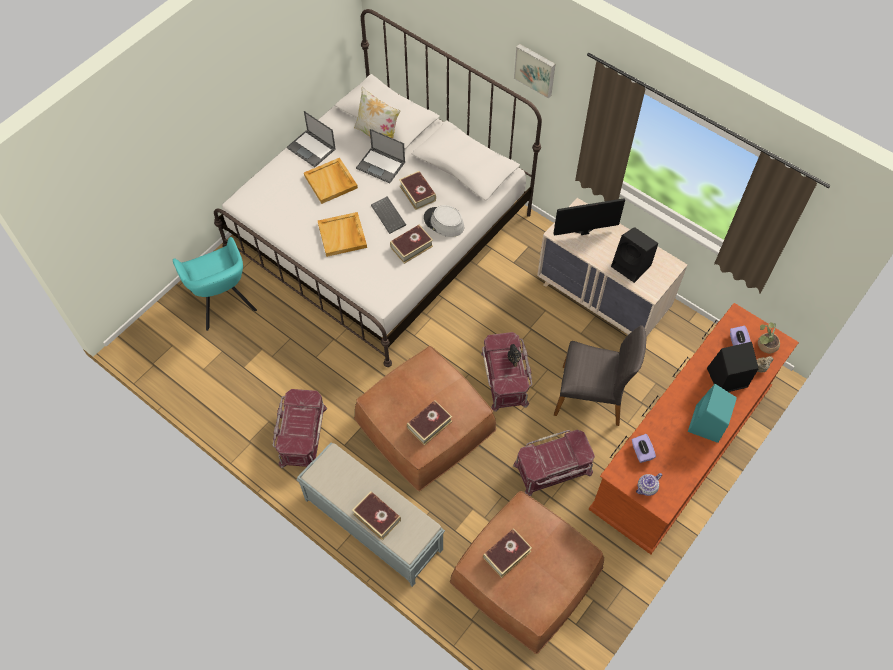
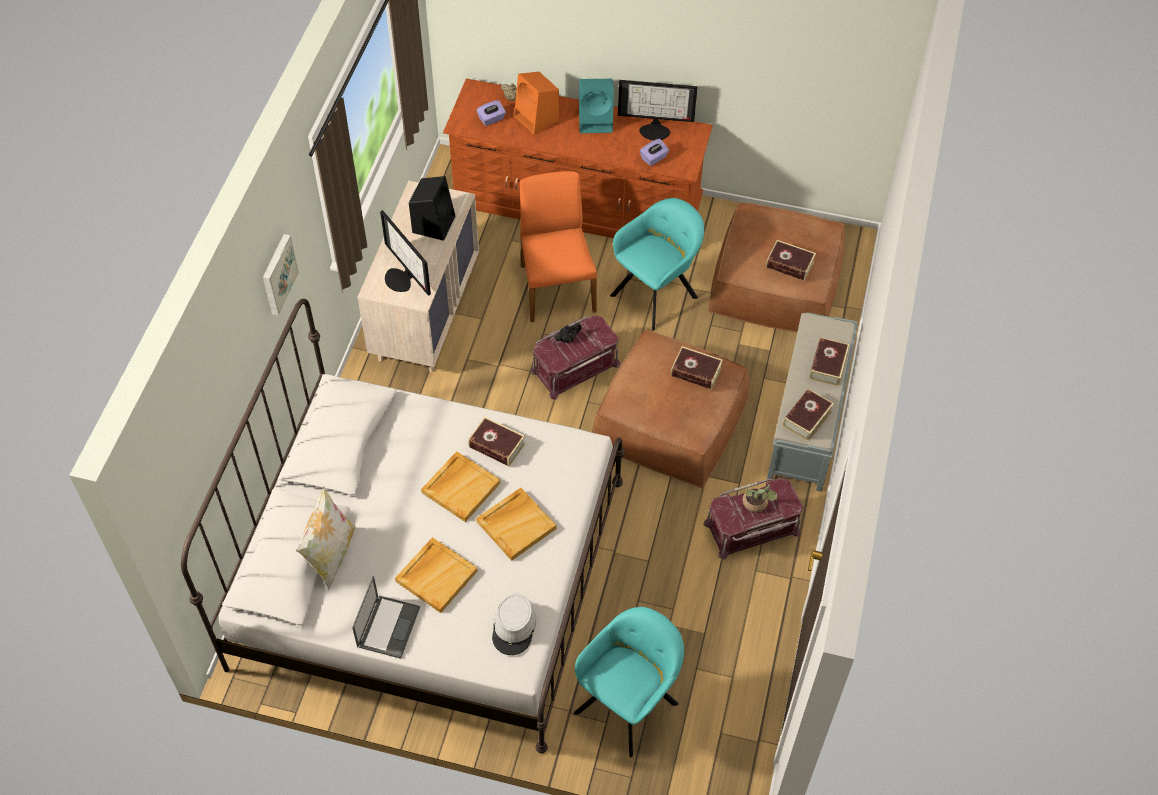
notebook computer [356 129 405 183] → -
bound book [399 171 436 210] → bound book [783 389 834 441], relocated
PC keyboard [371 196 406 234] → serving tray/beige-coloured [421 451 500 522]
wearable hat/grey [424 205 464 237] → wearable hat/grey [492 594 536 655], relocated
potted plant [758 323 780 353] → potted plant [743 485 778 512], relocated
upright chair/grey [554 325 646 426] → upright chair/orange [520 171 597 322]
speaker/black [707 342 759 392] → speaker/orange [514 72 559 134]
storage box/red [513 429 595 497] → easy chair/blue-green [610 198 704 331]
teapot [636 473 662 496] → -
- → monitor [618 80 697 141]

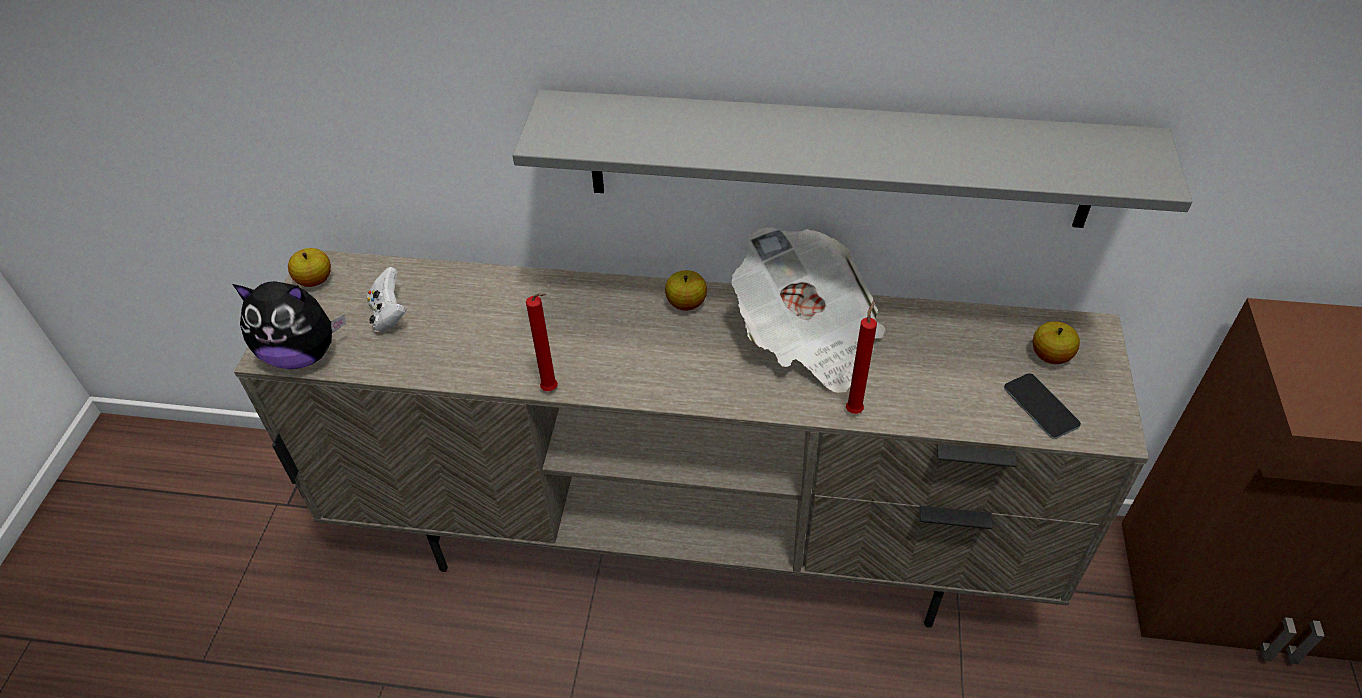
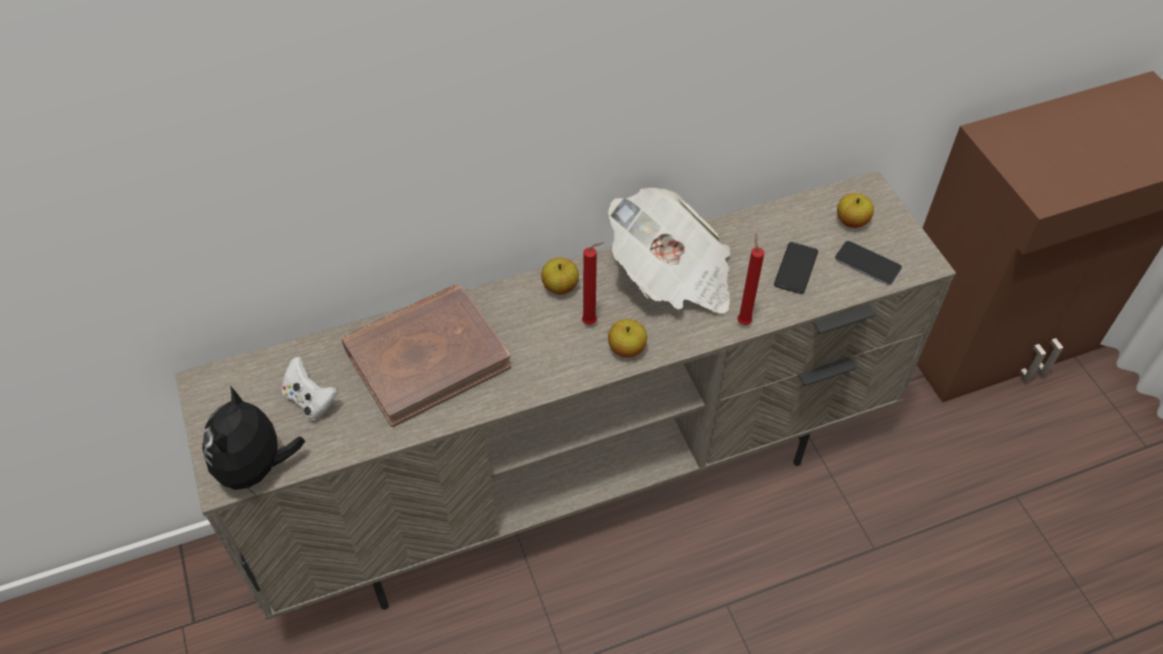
shelf/grey [513 90 1192 228] → -
apple fruit [288 248 331 287] → apple fruit [608 319 647 358], relocated
plush toy [232 281 346 369] → plush toy [202 386 305 490], 120 degrees clockwise
wax candle/red [526 293 558 391] → wax candle/red [582 242 604 325], relocated
- → handset [774 242 818 294]
- → bound book/brown-coloured [342 285 511 427]

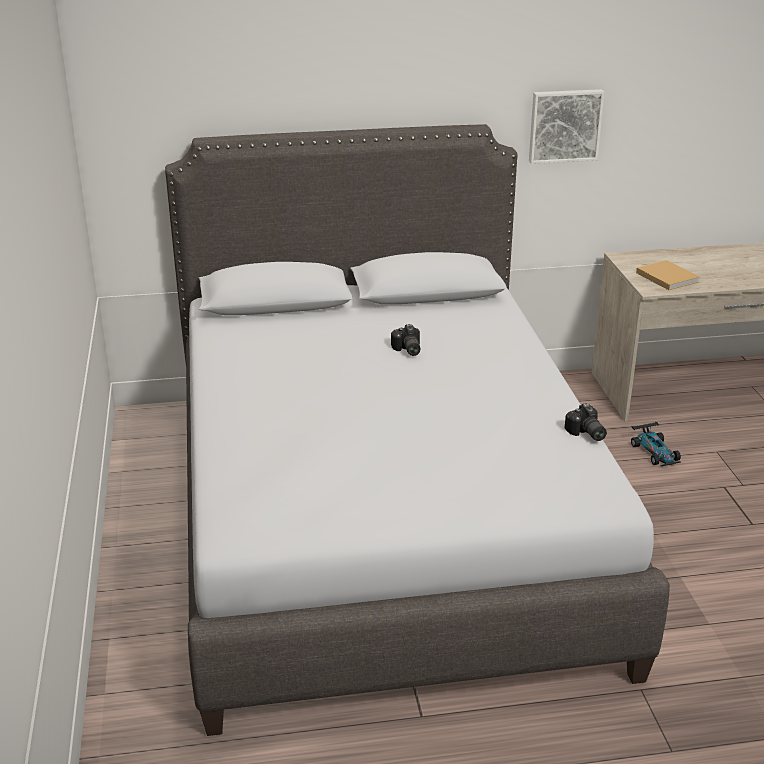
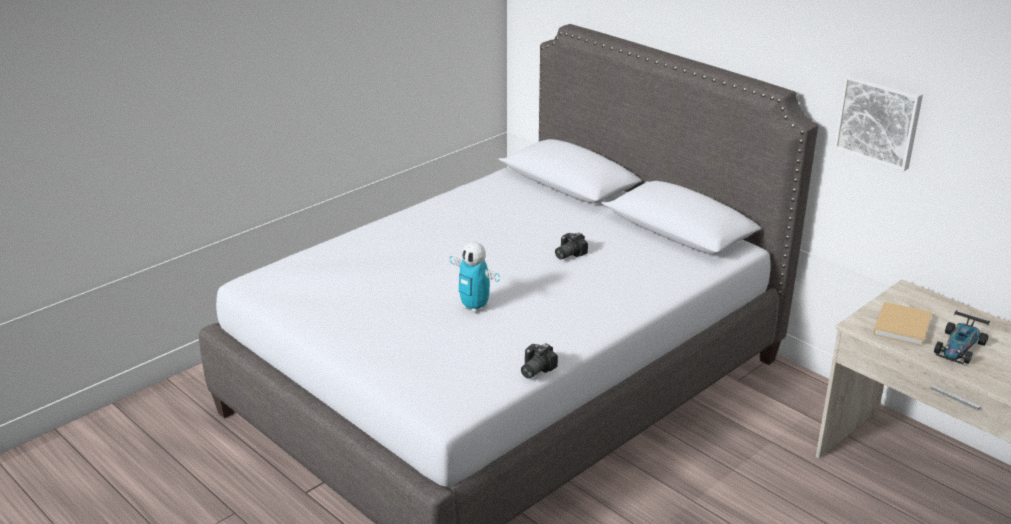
model car [631 422 681 466] → model car [934 310 990 364], relocated
- → toy robot [450 242 500 313]

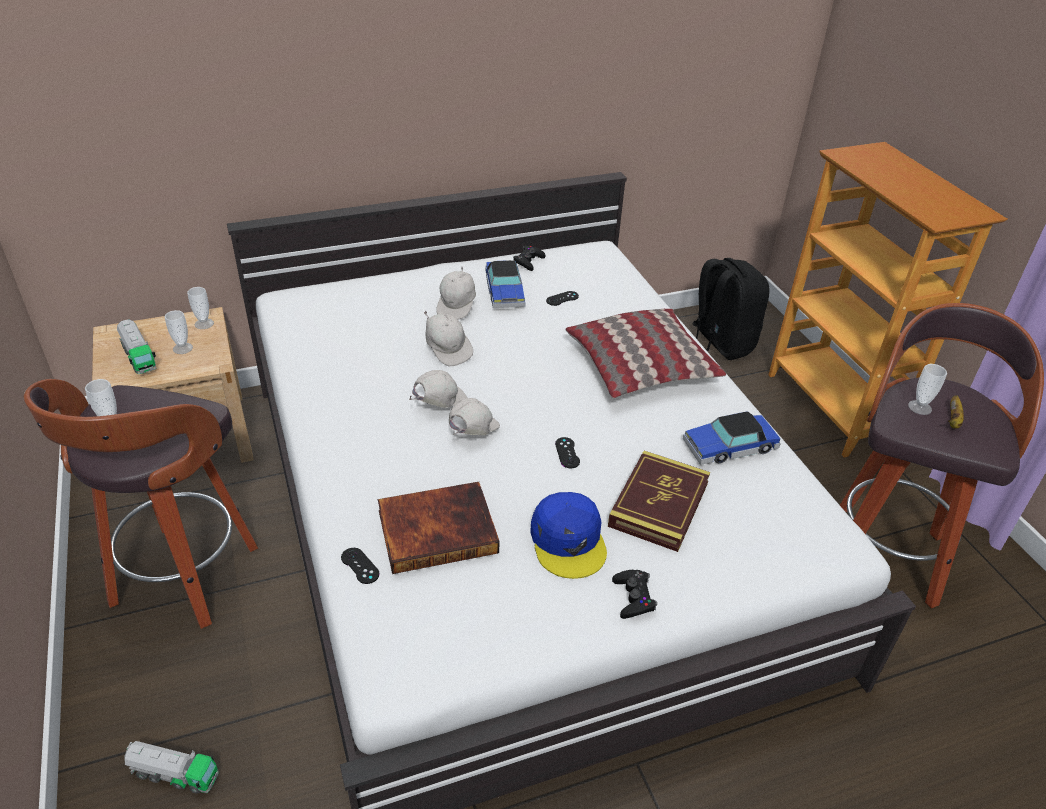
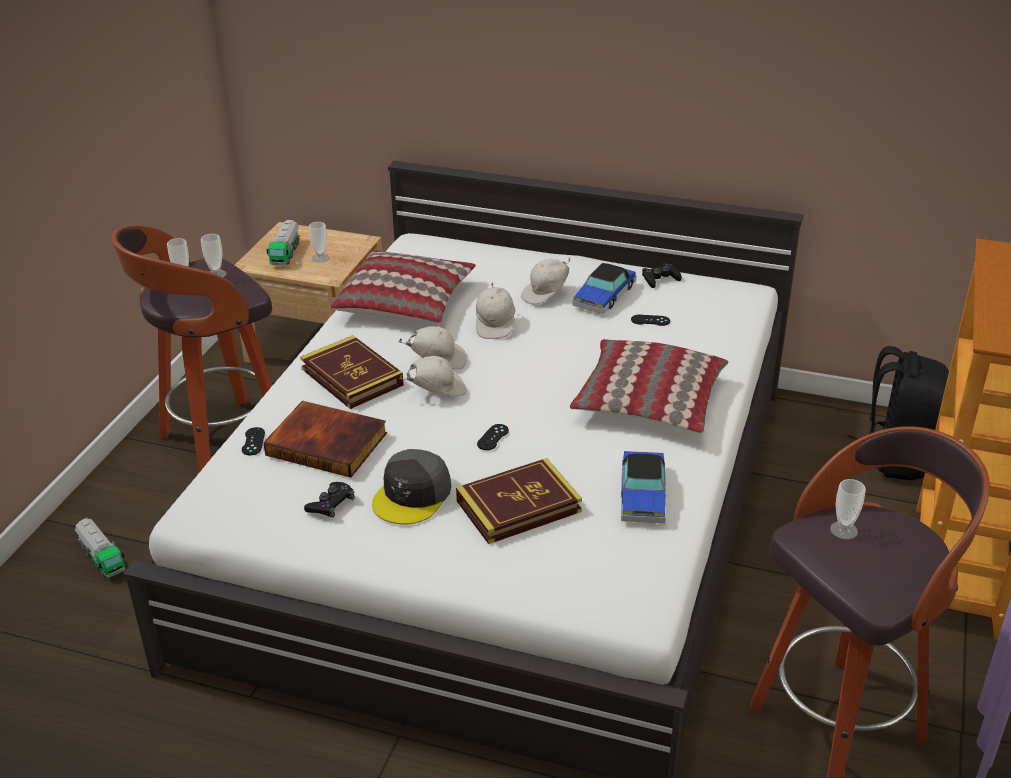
small cup [187 287 214 329] → small cup [201 234 226 277], relocated
whole banana [948 395 964 428] → -
model car [683 411 781 465] → model car [621 451 666 523], 105 degrees counterclockwise
baseball cap/bluish [530 492 607 579] → baseball cap/grey [372 449 451 524]
gamepad/black [612 570 657 619] → gamepad/black [304 482 355 518], relocated
- → cushion [330 250 476 323]
- → bound book [300 335 404 409]

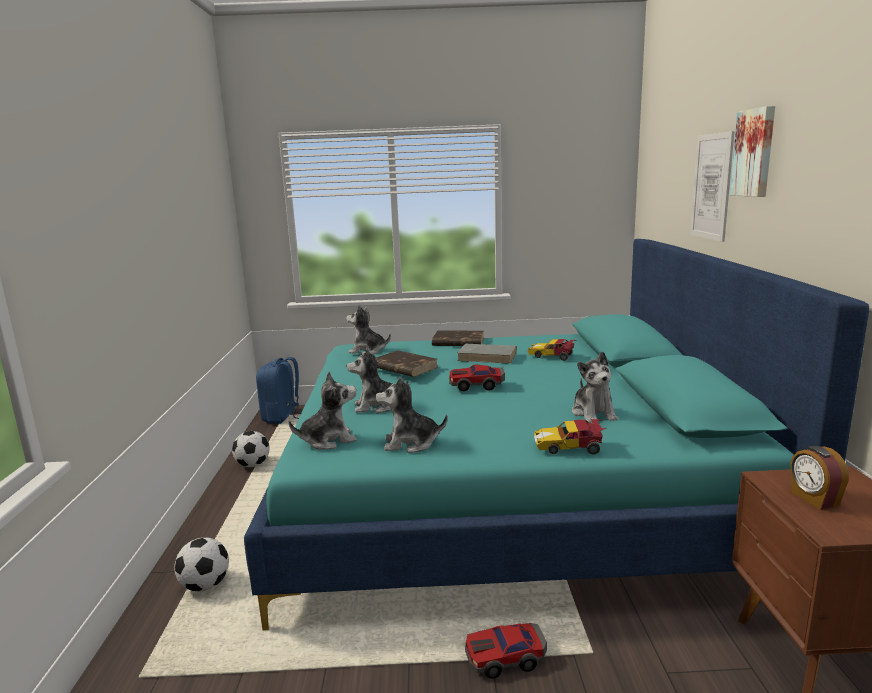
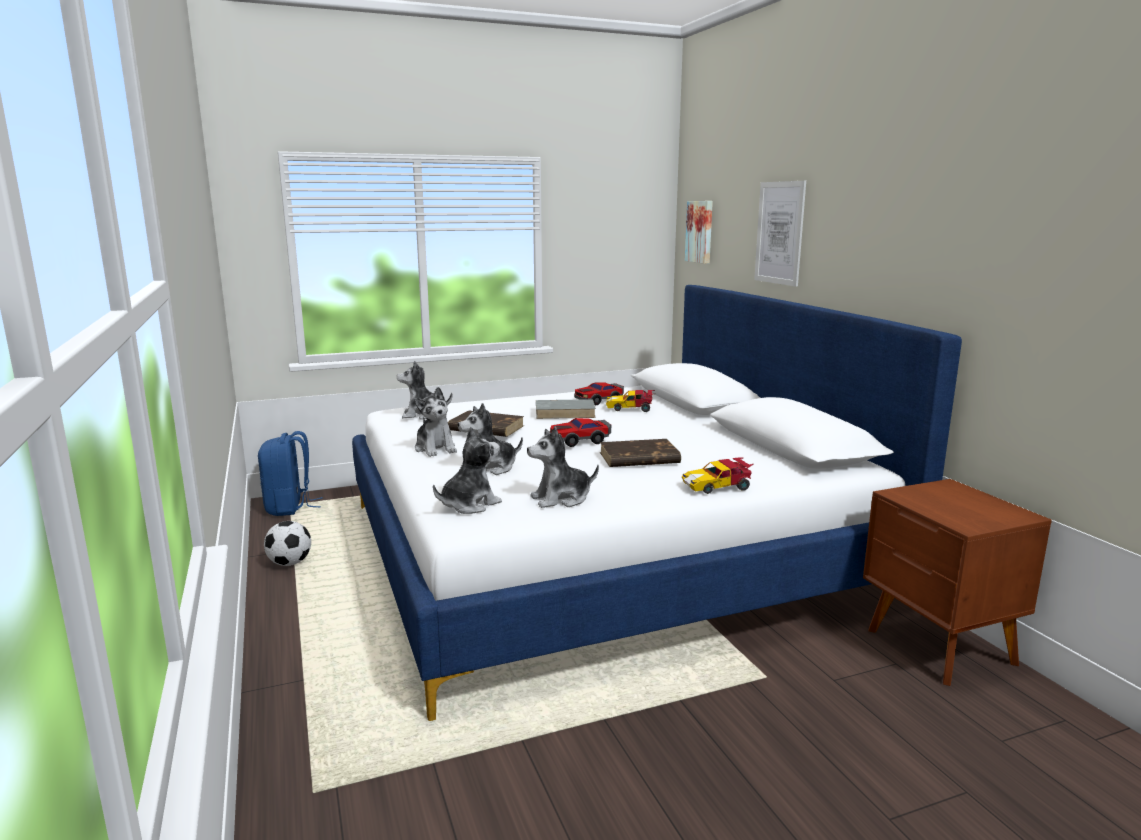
wall picture [730 106 775 197] → wall picture [685 201 713 264], relocated
bed/blue-green [244 239 870 631] → bed/white-coloured [352 285 962 721]
bound book/brown-coloured [432 330 484 346] → bound book/brown-coloured [600 439 681 467], relocated
plush toy [572 351 618 423] → plush toy [415 387 457 457], relocated
bedside clock [790 446 849 510] → -
football ball [174 537 229 592] → -
model car [465 623 547 679] → model car [574 383 624 405], relocated

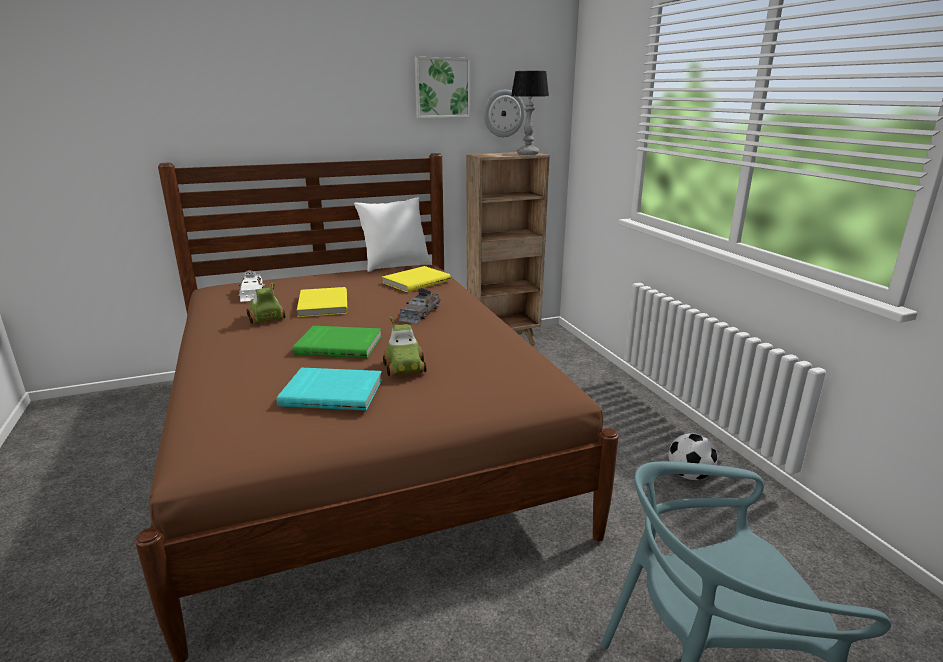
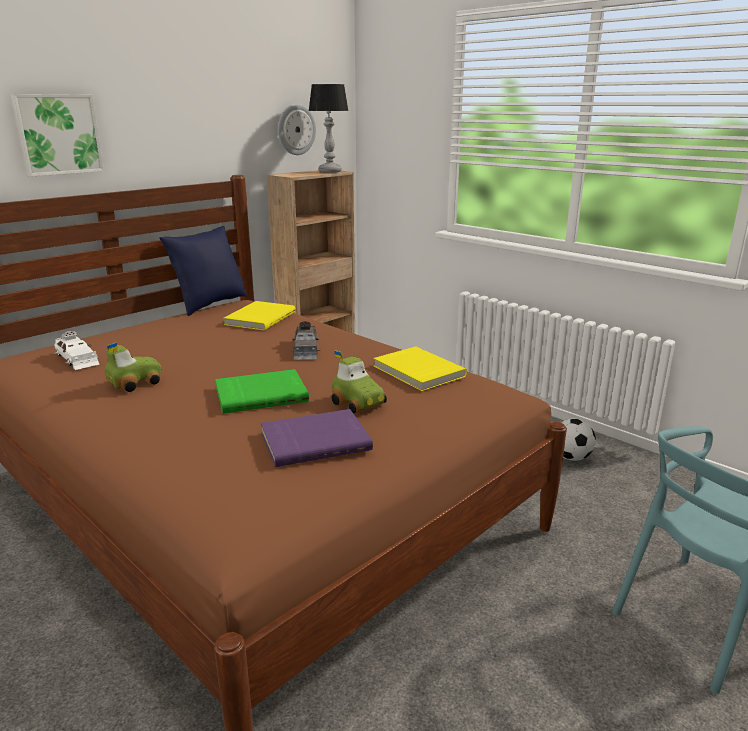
wall picture [414 57 470 118] → wall picture [10 94 104 177], relocated
cushion/white-coloured [354 197 431 272] → cushion/bluish [159 226 247 316]
model car [247 282 285 324] → model car [105 342 162 392], 105 degrees clockwise
bound book/yellowish [297 287 347 317] → bound book/yellowish [374 346 467 391], relocated
bound book/blue-green [277 368 382 411] → bound book/purplish [261 409 373 467]

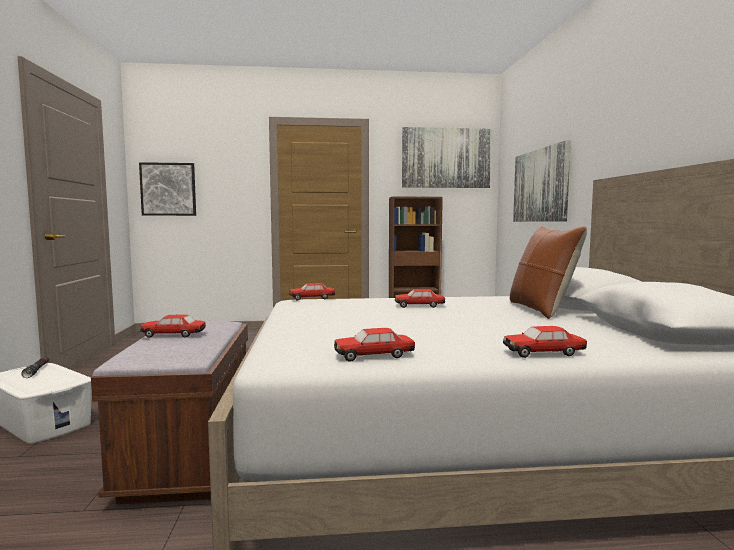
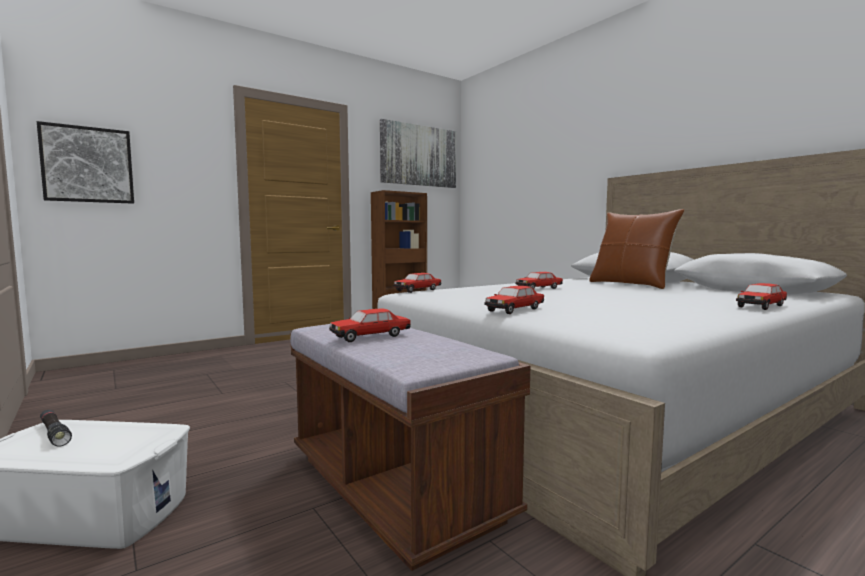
wall picture [513 140 571 222] → -
model car [334 328 415 362] → model car [484 286 544 314], relocated

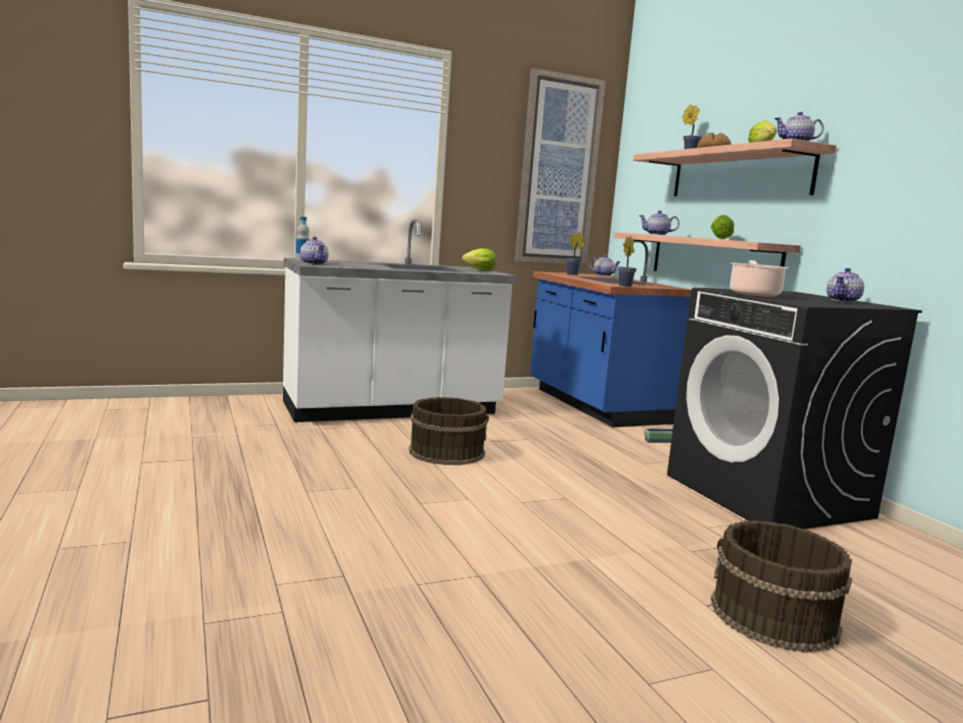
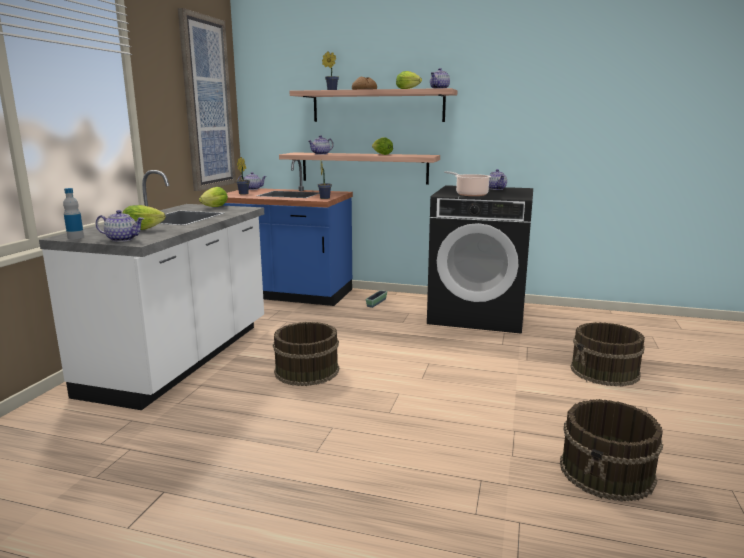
- → head of lettuce [123 205 165 230]
- → pail/brown-coloured [560 399 663 502]

